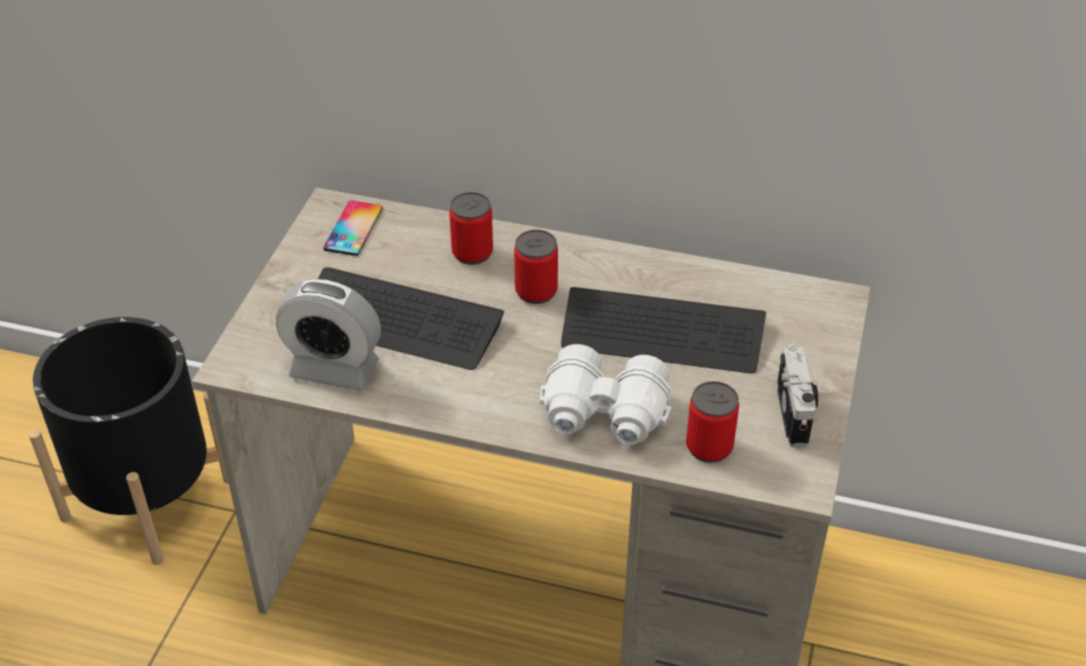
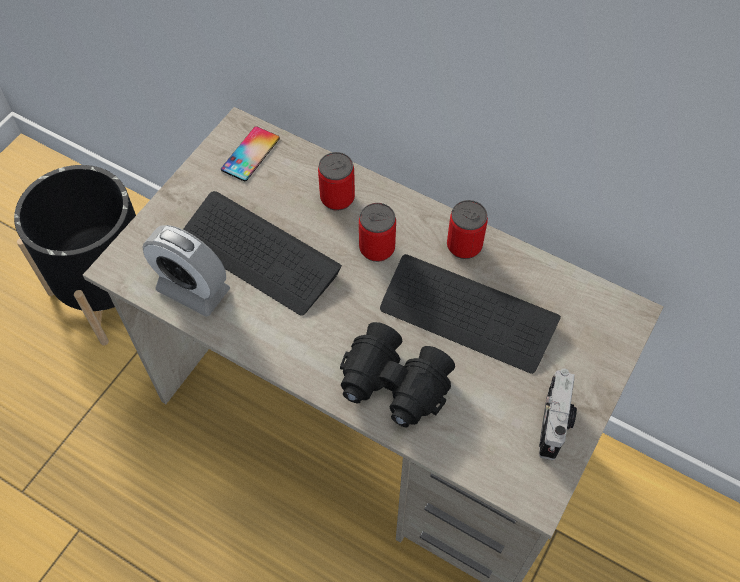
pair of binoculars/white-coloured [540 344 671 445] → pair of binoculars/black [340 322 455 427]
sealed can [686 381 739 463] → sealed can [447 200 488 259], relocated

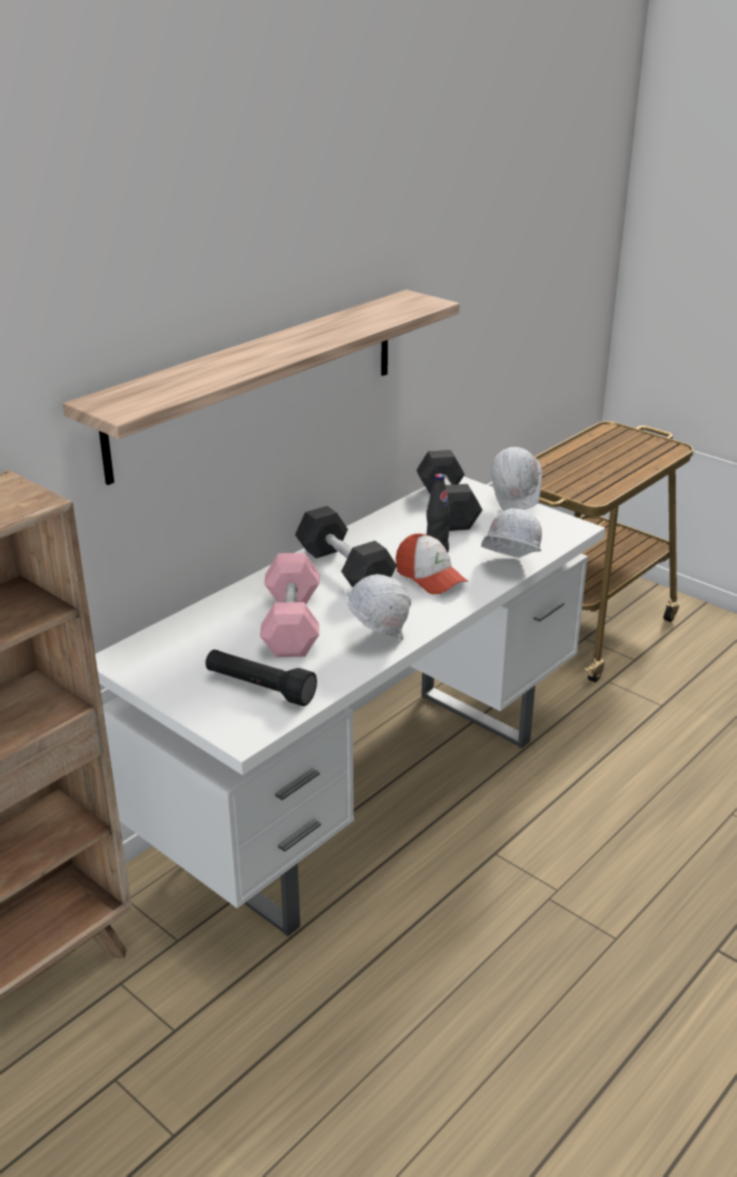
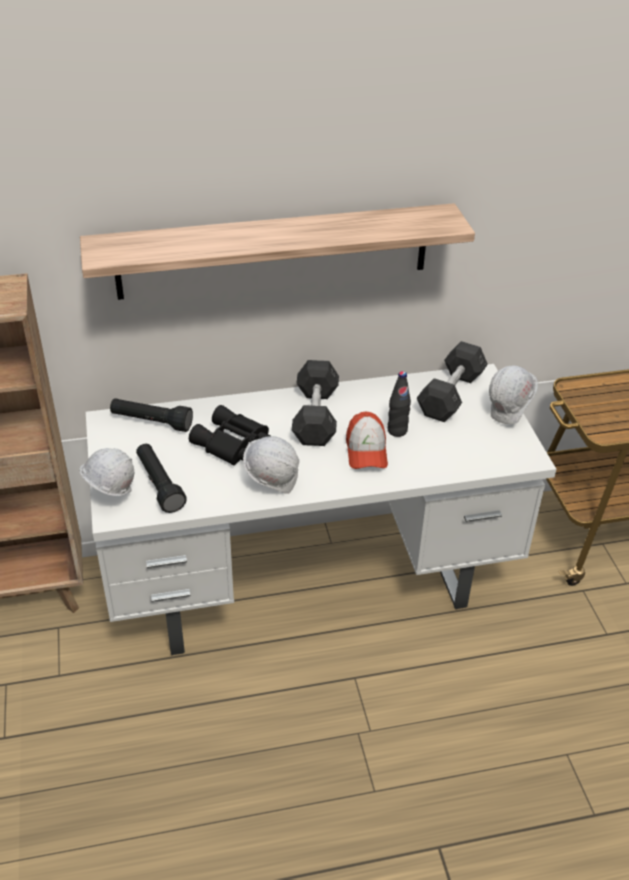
work helmet/white-coloured [481 508 542 558] → work helmet/white-coloured [79 448 134 496], relocated
dumbbell/pink [260 553 319 657] → pair of binoculars/black [189 405 270 465]
- → flashlight/black [110 398 193 432]

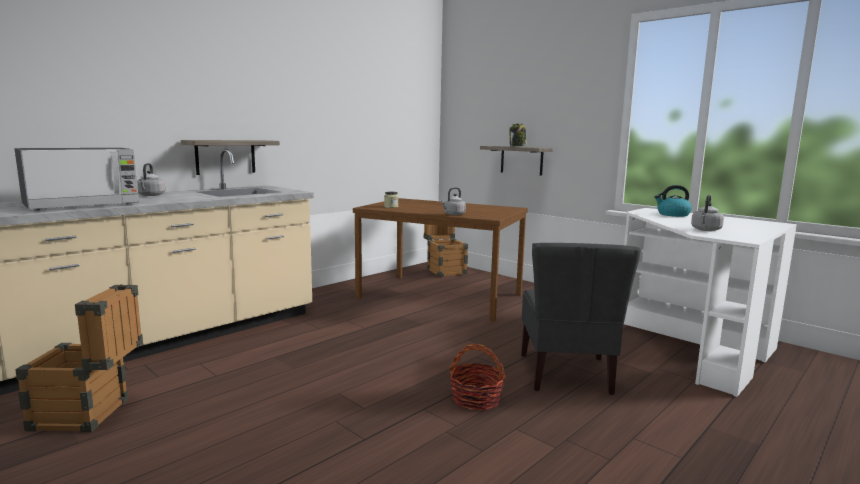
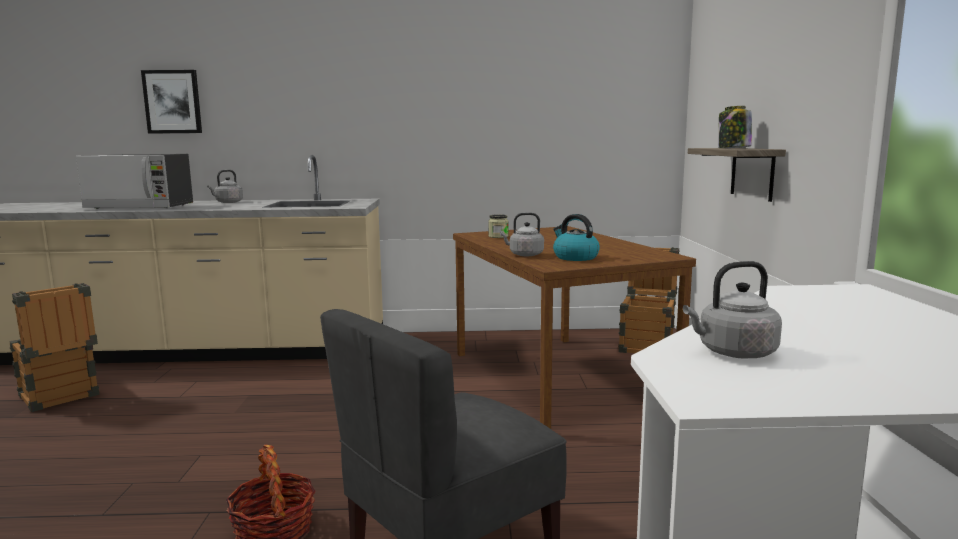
shelf [181 140 280 175] → -
tea kettle [654 185 692 217] → tea kettle [553 214 600 261], relocated
- → wall picture [141 70 202 134]

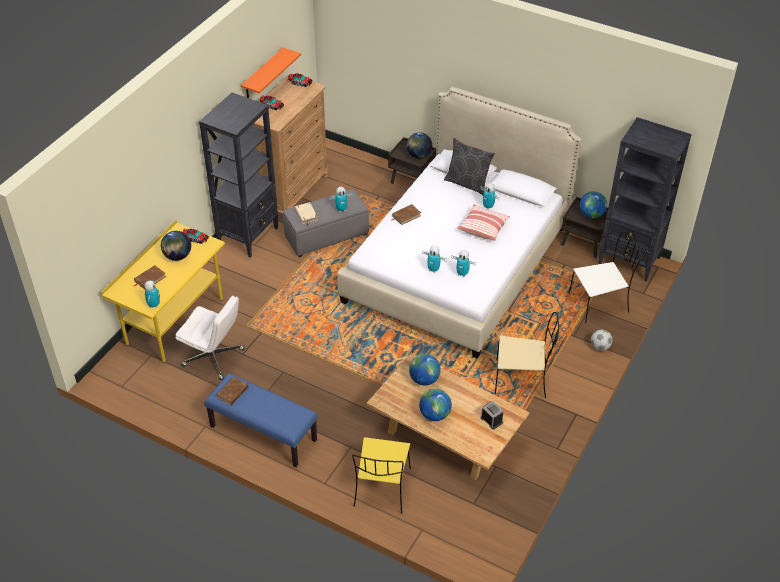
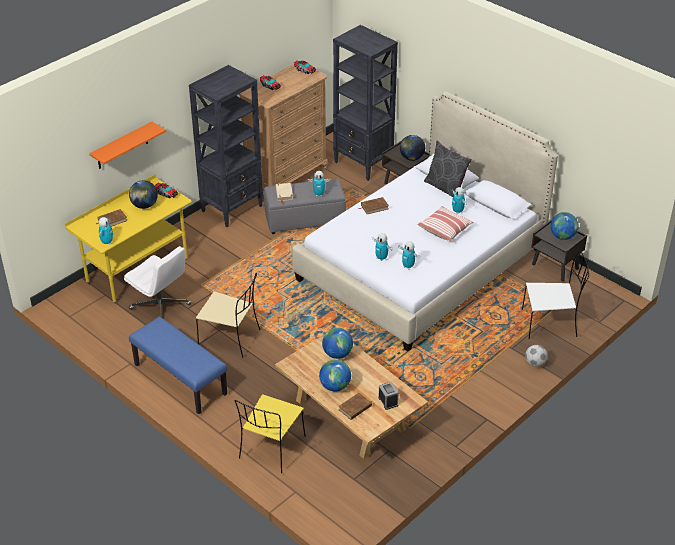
shelf/orange [241 48 301 98] → shelf/orange [89 122 166 169], relocated
bookcase/black [598 117 692 282] → bookcase/black [333 25 398 181], relocated
upright chair/beige-coloured [495 312 559 398] → upright chair/beige-coloured [196 273 260 358], relocated
bound book/brown-coloured [216 377 249 405] → bound book/brown-coloured [338 393 372 420], relocated

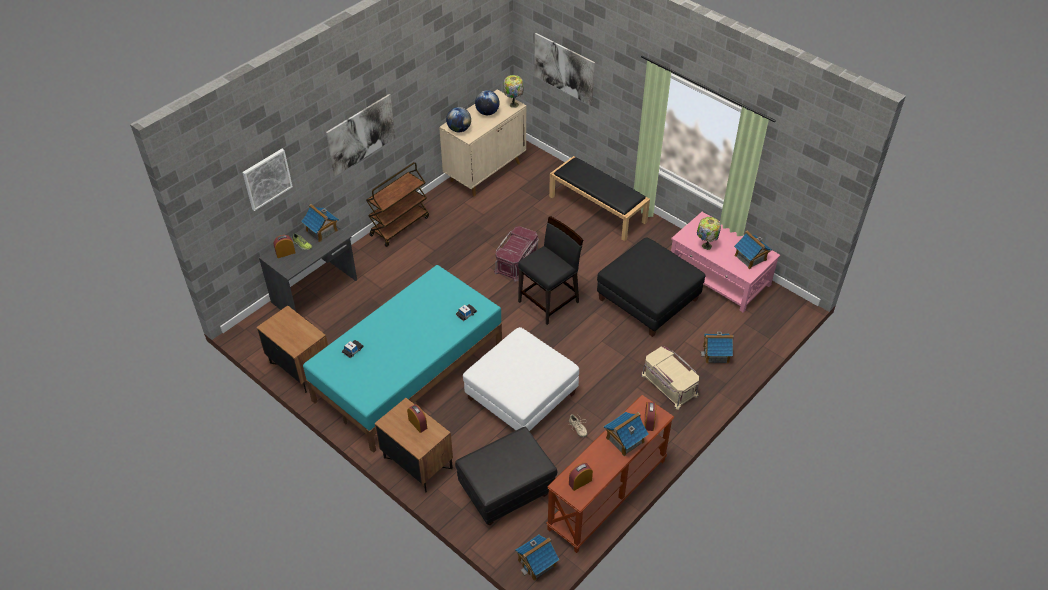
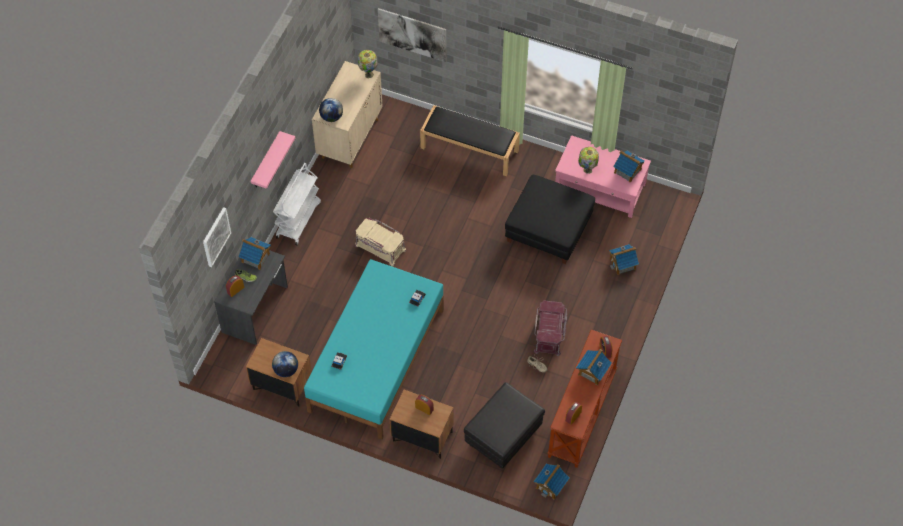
globe [475 90 500 115] → globe [272 351 298 377], relocated
wall picture [326 94 395 176] → shelf/pink [250 131 295 189]
trolley/brown-coloured [366 162 429 247] → trolley/white-coloured [273 163 321 245]
upright chair/black [518 216 583 325] → -
storage box/red [494 226 539 282] → storage box/red [534 301 567 356], relocated
pouffe/white-coloured [463 327 579 431] → -
storage box/beige-coloured [641 346 699 409] → storage box/beige-coloured [355 218 406 266], relocated

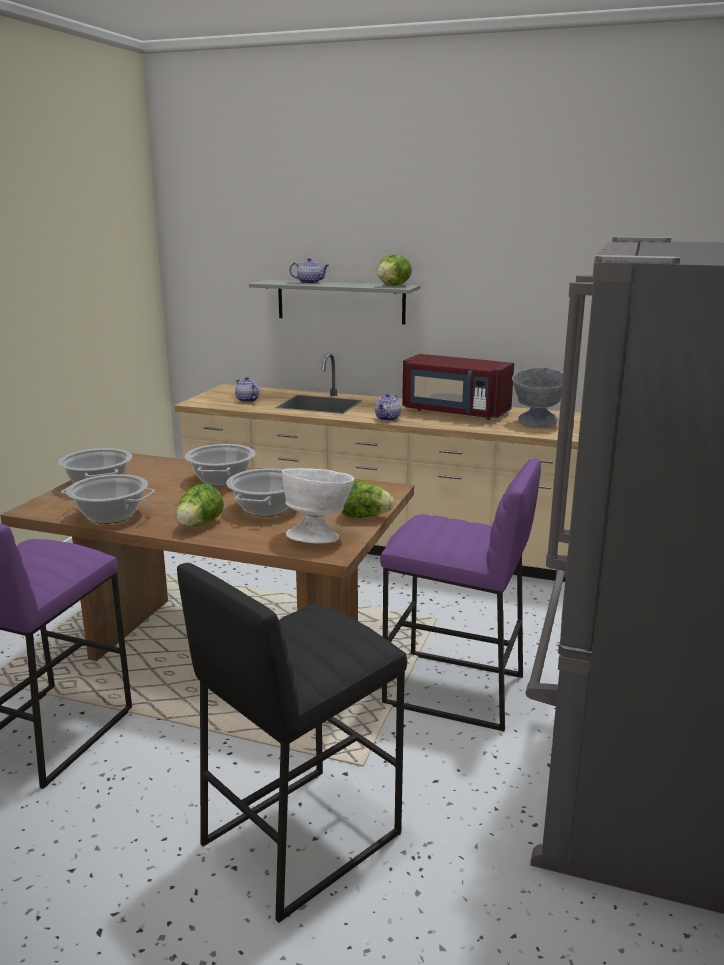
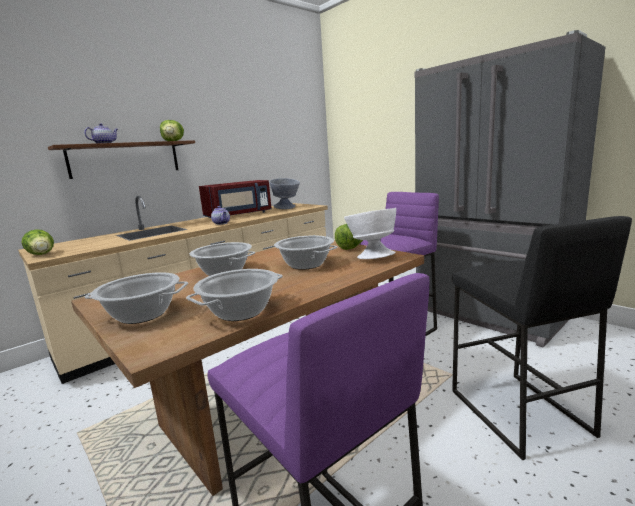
shelf/grey [249 280 420 325] → shelf/brown-coloured [48 140 195 179]
teapot [235 377 260 403] → -
head of lettuce [176 484 224 526] → head of lettuce [22 229 54 255], relocated

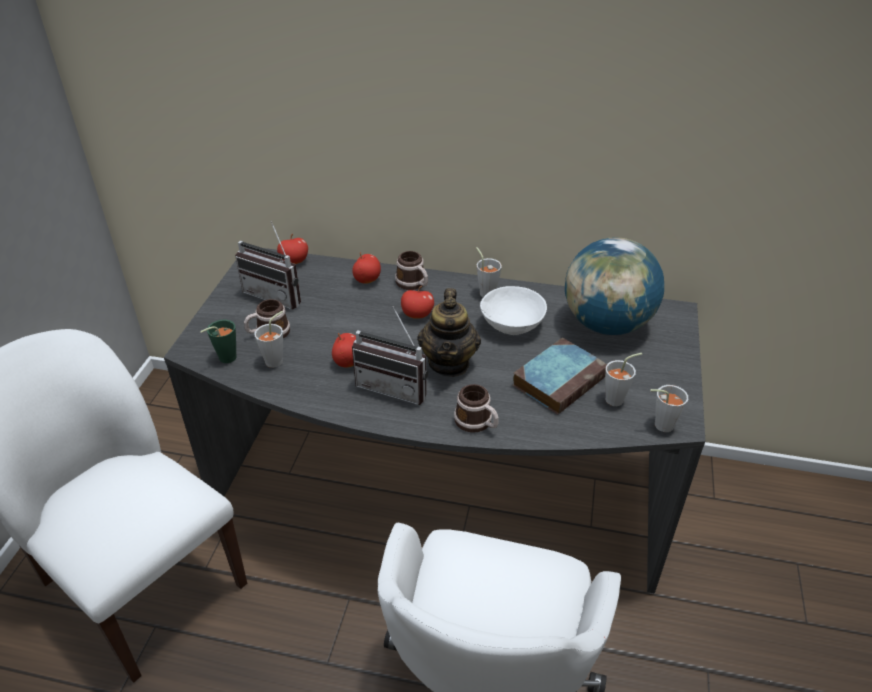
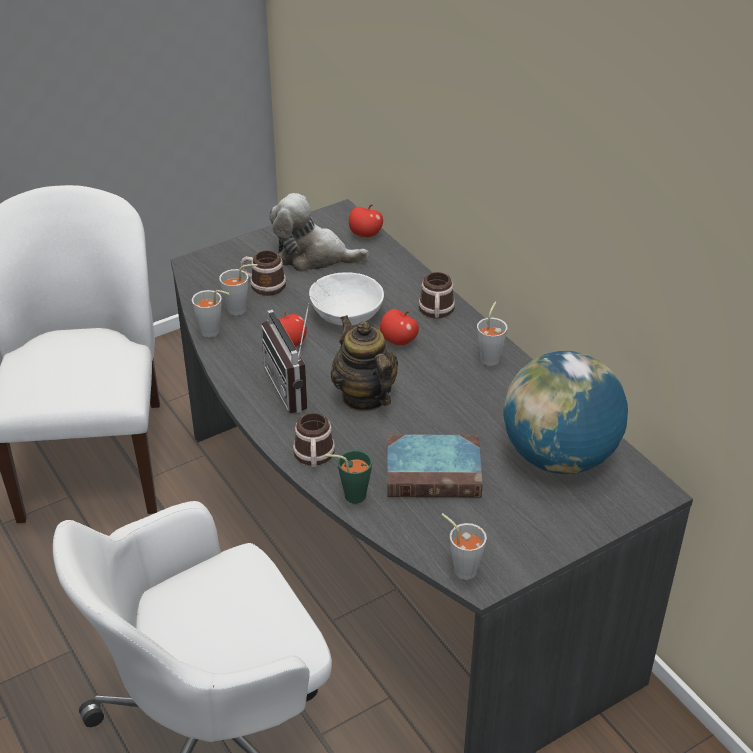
radio receiver [235 221 301 310] → plush toy [269 193 369 272]
apple fruit [352 252 381 284] → -
serving bowl/white-coloured [480 286 547 335] → serving bowl/white-coloured [309 272 384 326], relocated
teapot [417 288 481 377] → teapot [331 315 398 412], 105 degrees clockwise
small cup/green-coloured [200 320 237 363] → small cup/green-coloured [325 450 372 504], relocated
small cup/grey [605 353 642 406] → small cup/grey [192 290 230 338], relocated

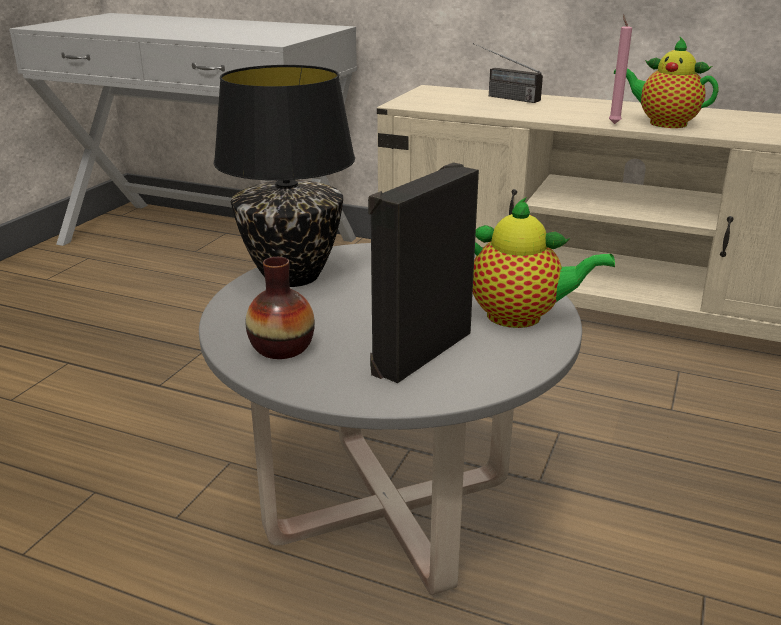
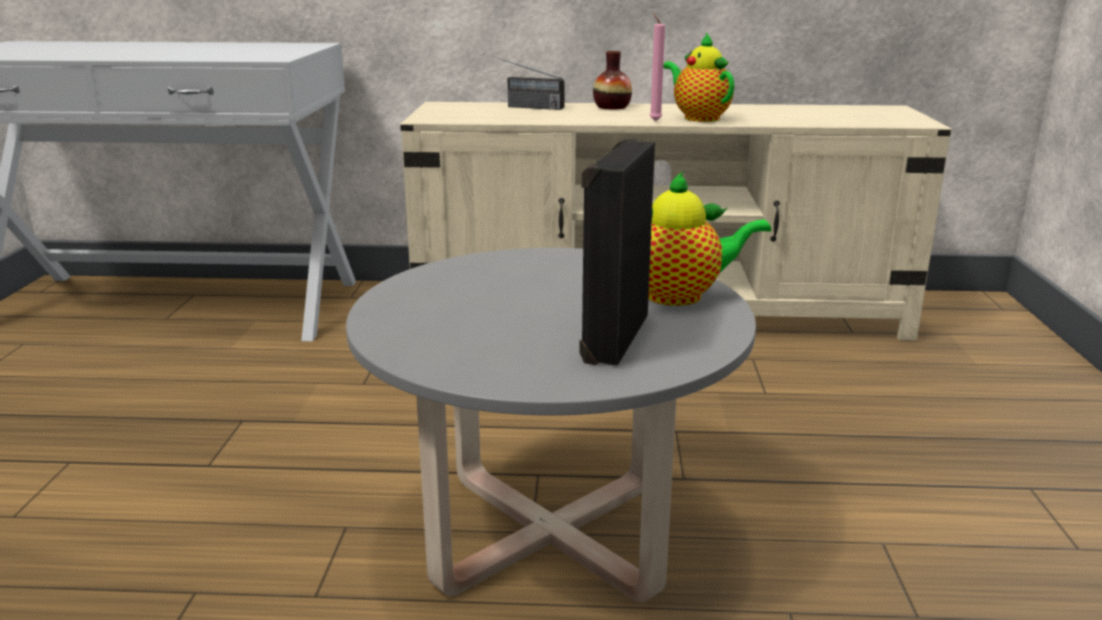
teapot [614 37 719 128] → teapot [663 33 734 122], 45 degrees clockwise
table lamp/black [213 65 355 287] → -
flower vase [246 257 315 359] → flower vase [593 51 632 110], relocated

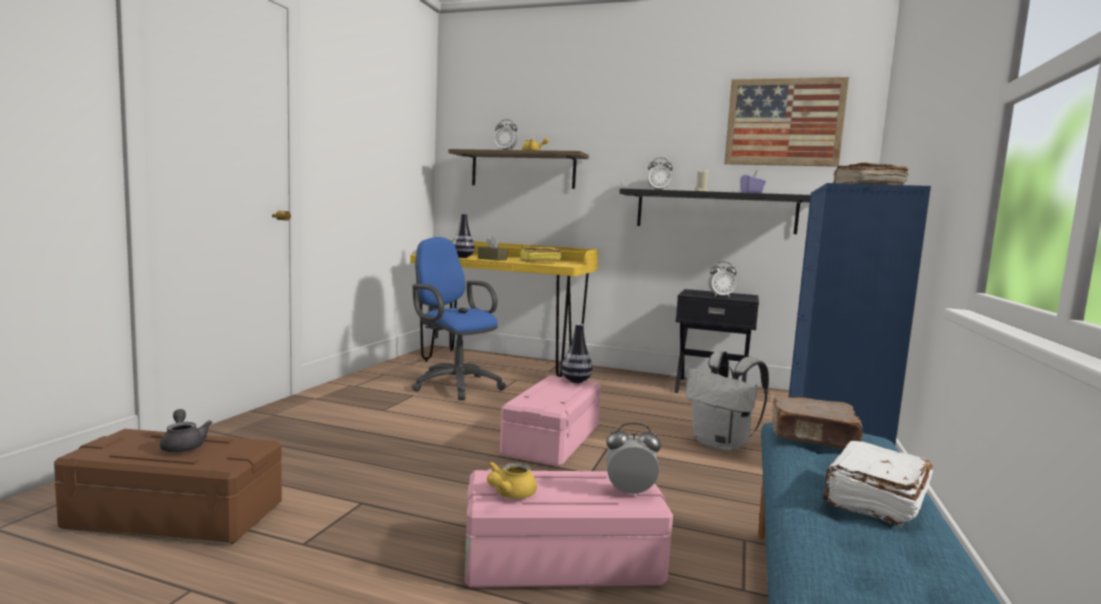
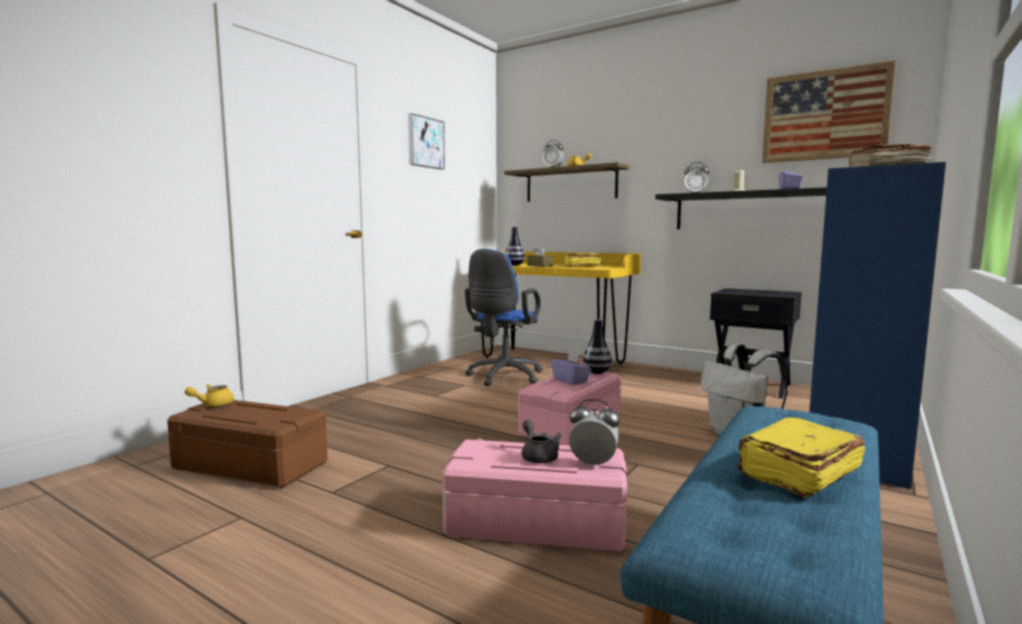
desk chair/bluish [411 237 506 400] → desk chair/bluish [465 249 542 386], 120 degrees counterclockwise
bedside clock [708 262 737 297] → -
bound book/brown-coloured [772 396 864 449] → -
teapot/grey [160 409 212 453] → teapot/grey [522 420 562 463], relocated
bound book/white-coloured [822 441 933 527] → bound book/yellowish [737 417 865 498]
teapot/yellowish [487 462 537 499] → teapot/yellowish [184 384 234 407], relocated
- → wall picture [408 113 445 170]
- → tissue box/purplish [551 351 591 385]

